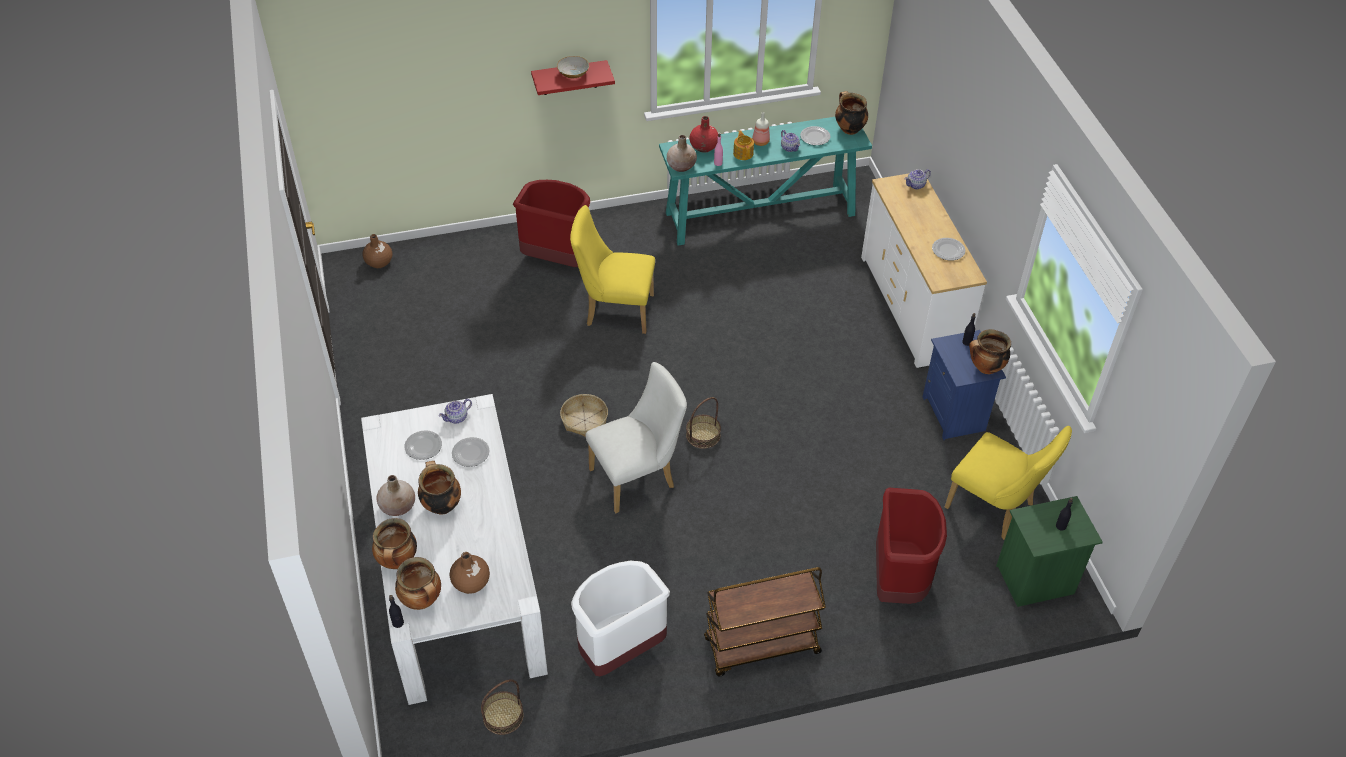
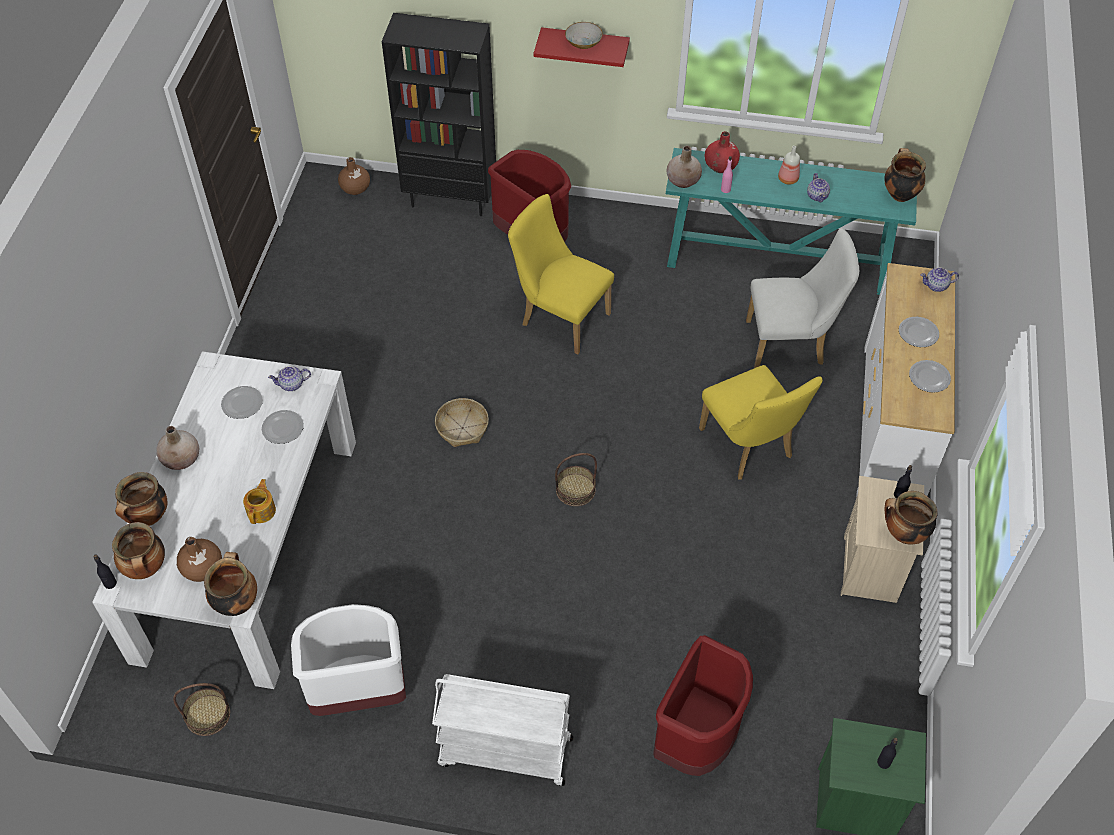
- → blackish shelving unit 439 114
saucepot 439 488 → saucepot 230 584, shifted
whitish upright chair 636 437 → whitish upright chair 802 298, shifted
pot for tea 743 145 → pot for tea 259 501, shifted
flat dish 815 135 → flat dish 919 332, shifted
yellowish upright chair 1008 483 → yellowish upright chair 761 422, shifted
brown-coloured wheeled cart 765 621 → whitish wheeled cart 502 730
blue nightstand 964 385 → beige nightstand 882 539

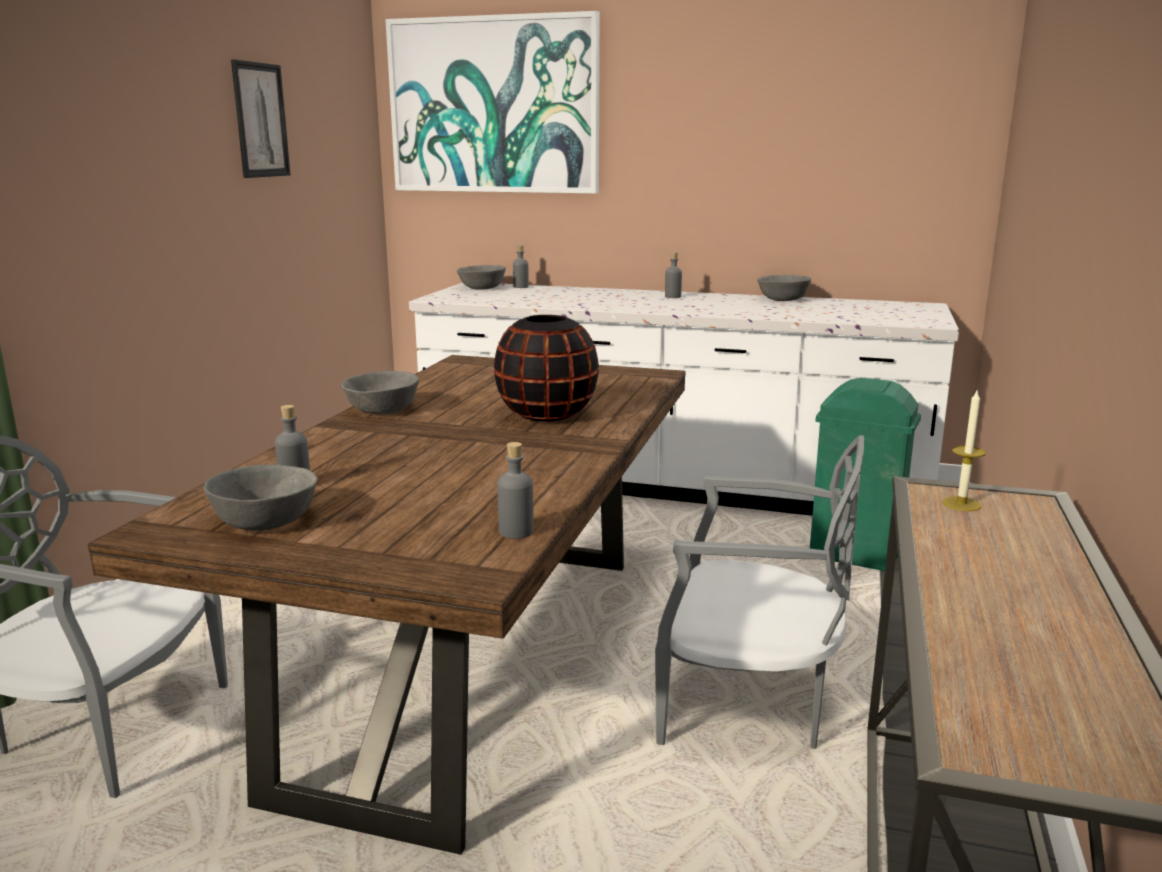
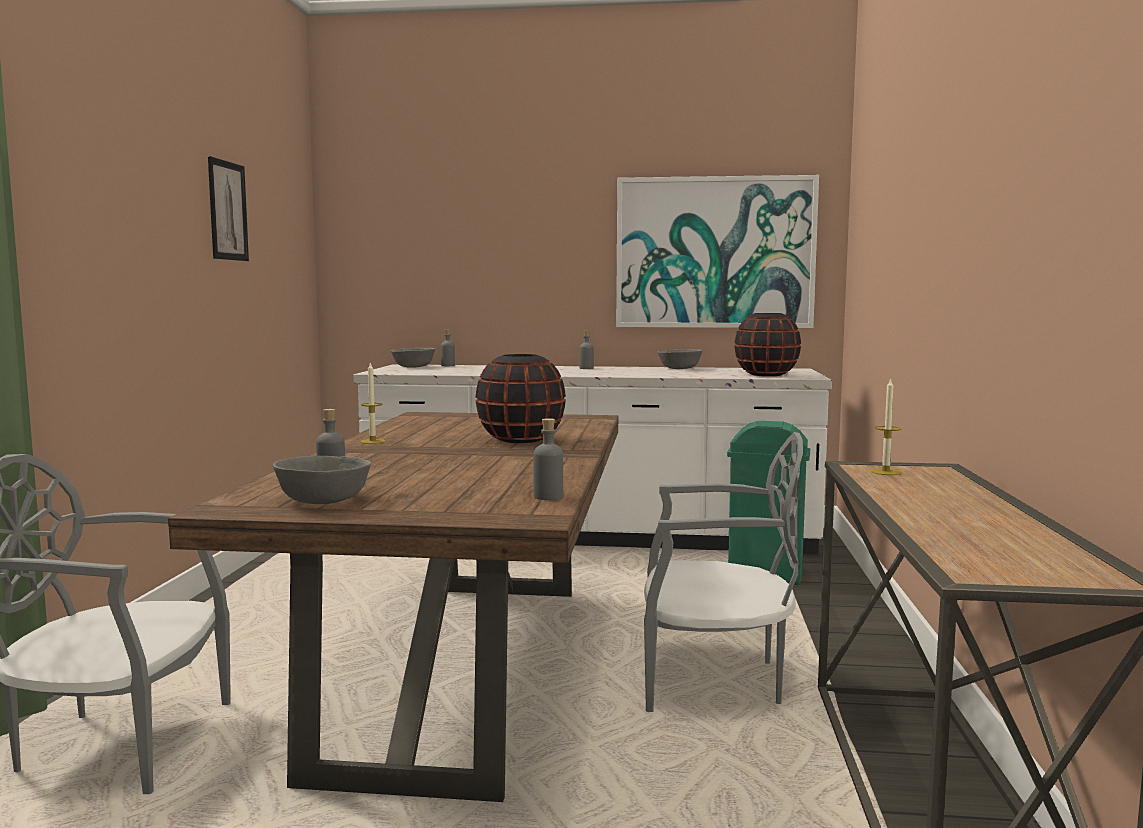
- → blackish decorative vase 767 344
wall art 492 102 → wall art 717 251, shifted
grey bowl 380 393 → wax light 372 403

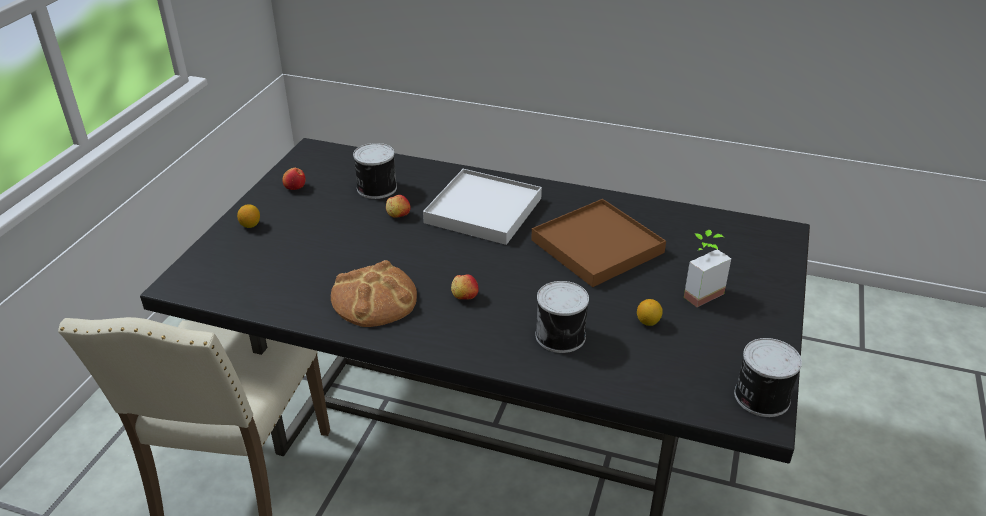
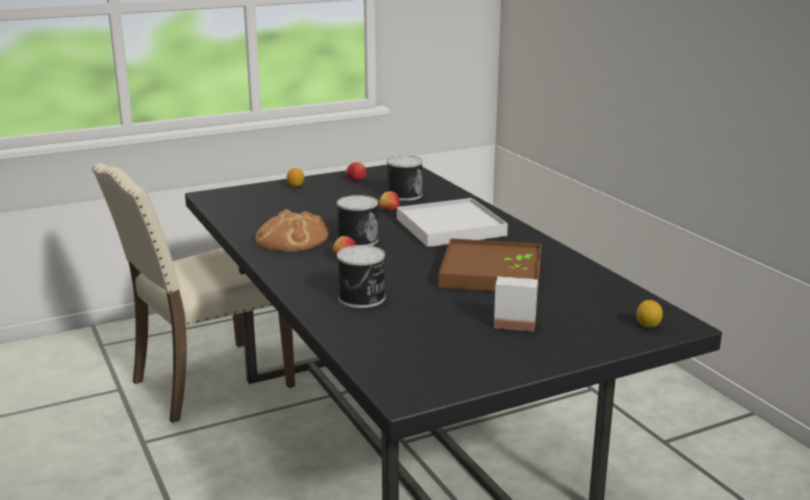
lemon 650 312 → lemon 650 314, shifted
metal can 768 377 → metal can 358 220, shifted

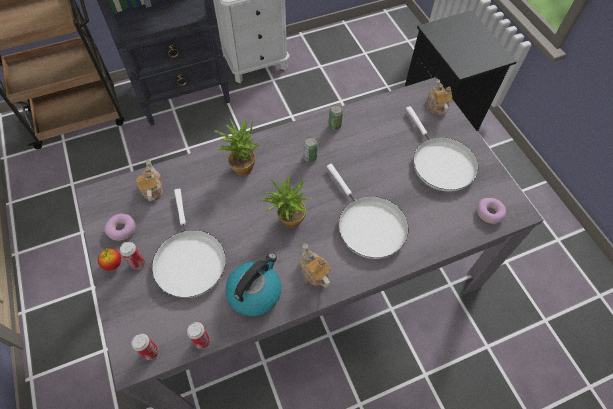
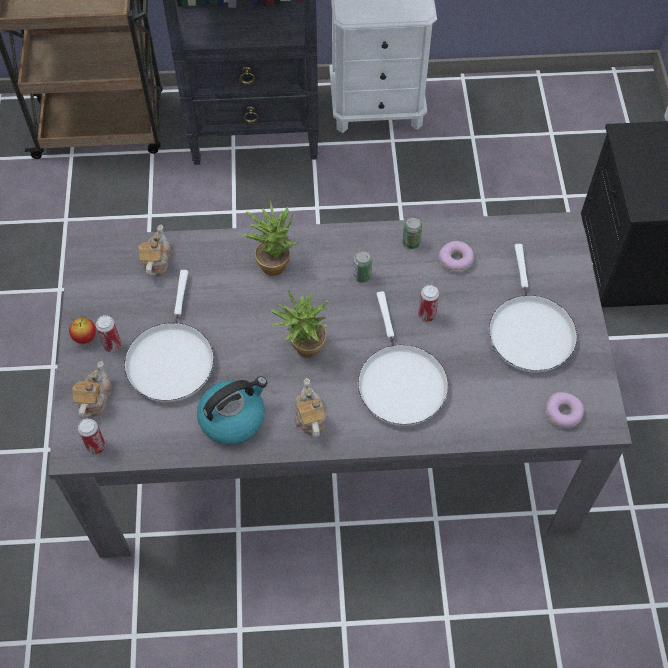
ring doughnut 119 227 → ring doughnut 456 256, shifted
metal can 198 335 → metal can 428 303, shifted
pot for tea 439 97 → pot for tea 92 390, shifted

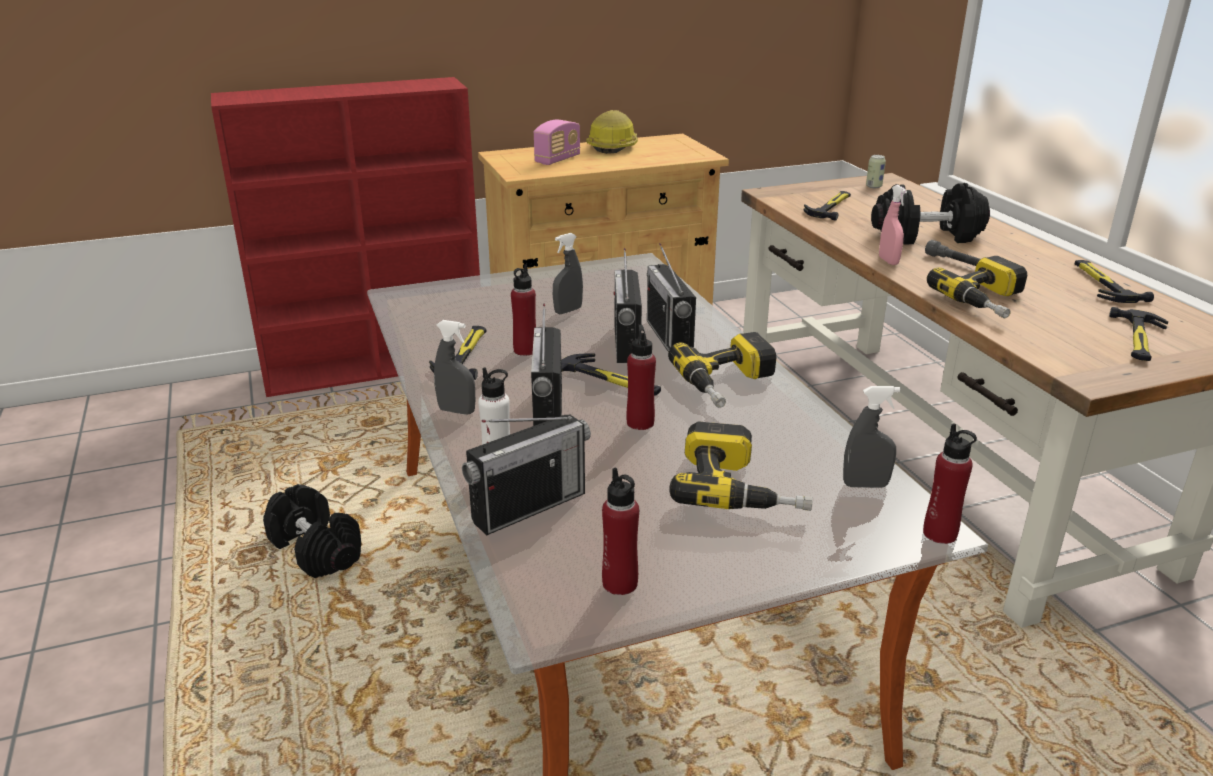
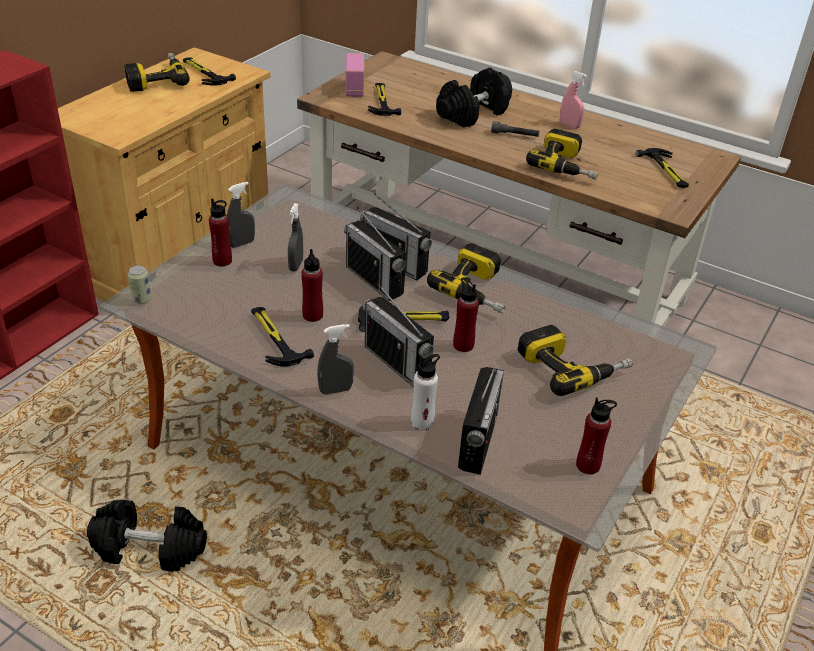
radio 557 142 → radio 355 75, shifted
grey spray bottle 871 437 → grey spray bottle 241 215, shifted
metal can 876 171 → metal can 139 284, shifted
pink spray bottle 893 225 → pink spray bottle 573 99, shifted
red bottle 950 483 → red bottle 220 232, shifted
hammer 1114 281 → hammer 209 71, shifted
work helmet 612 132 → electric drill 157 72

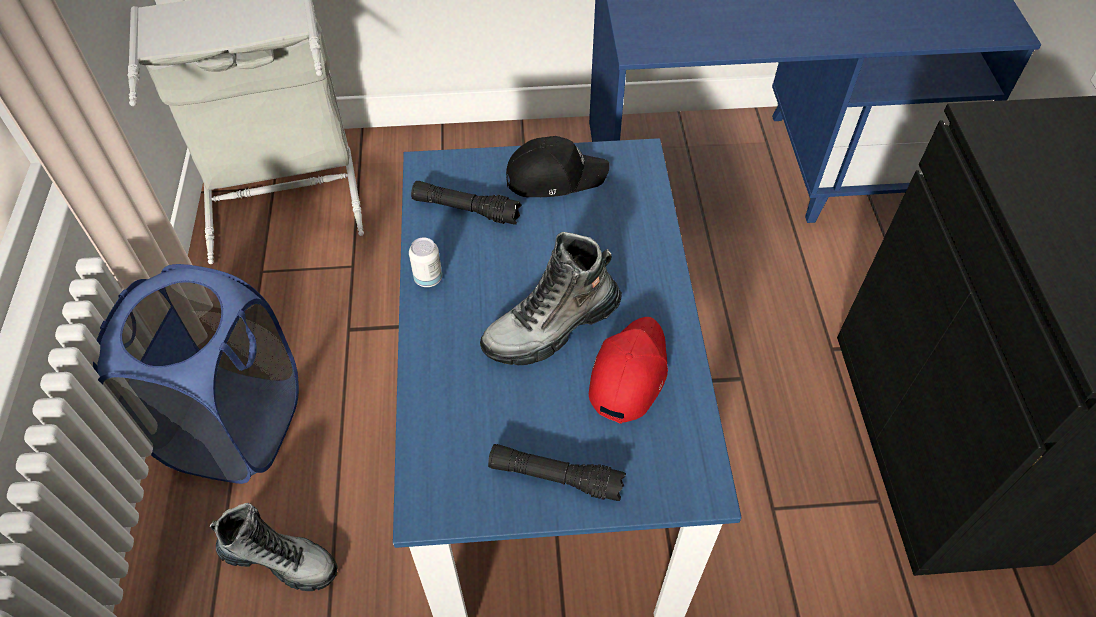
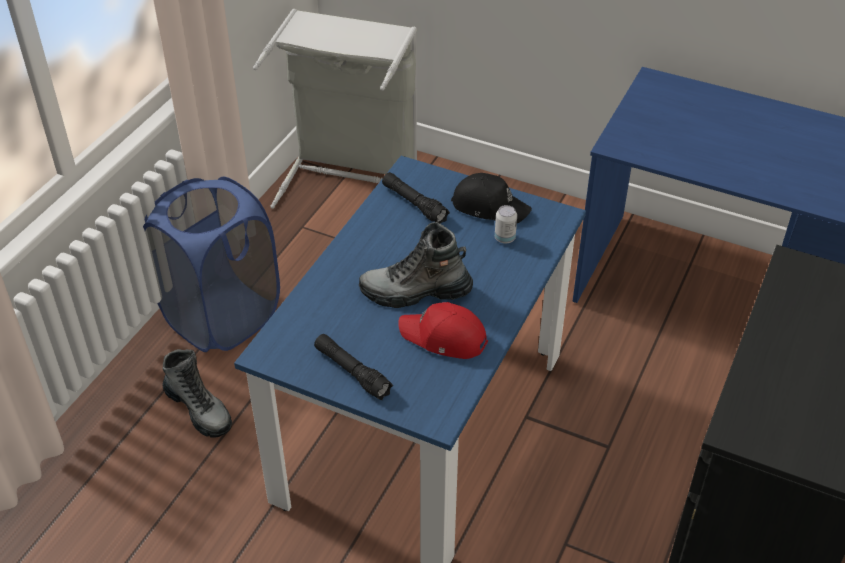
metal can 425 262 → metal can 506 224, shifted
red peaked cap 628 370 → red peaked cap 443 330, 120 degrees counterclockwise

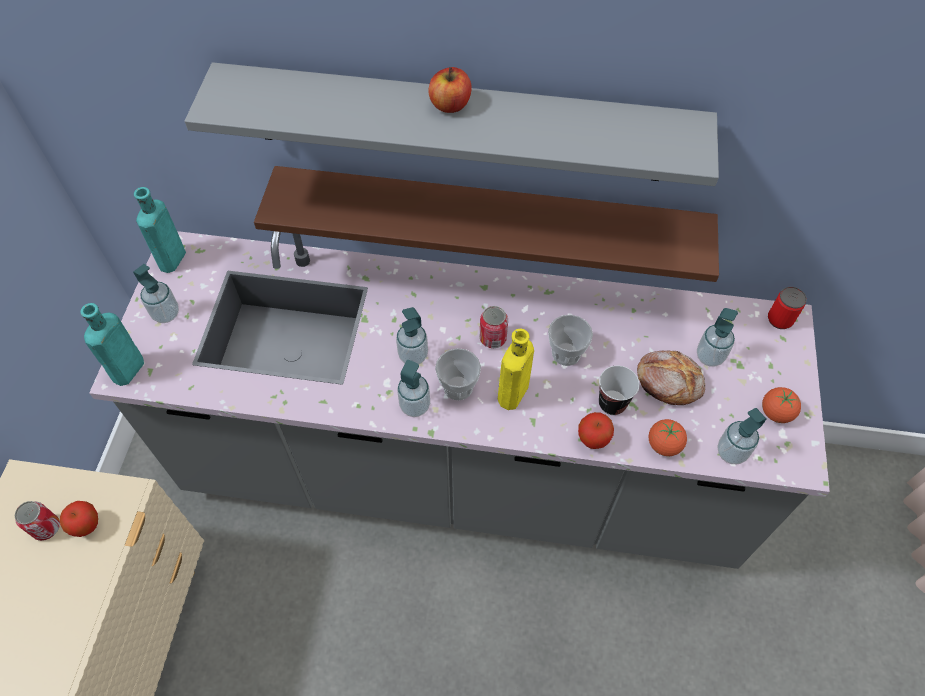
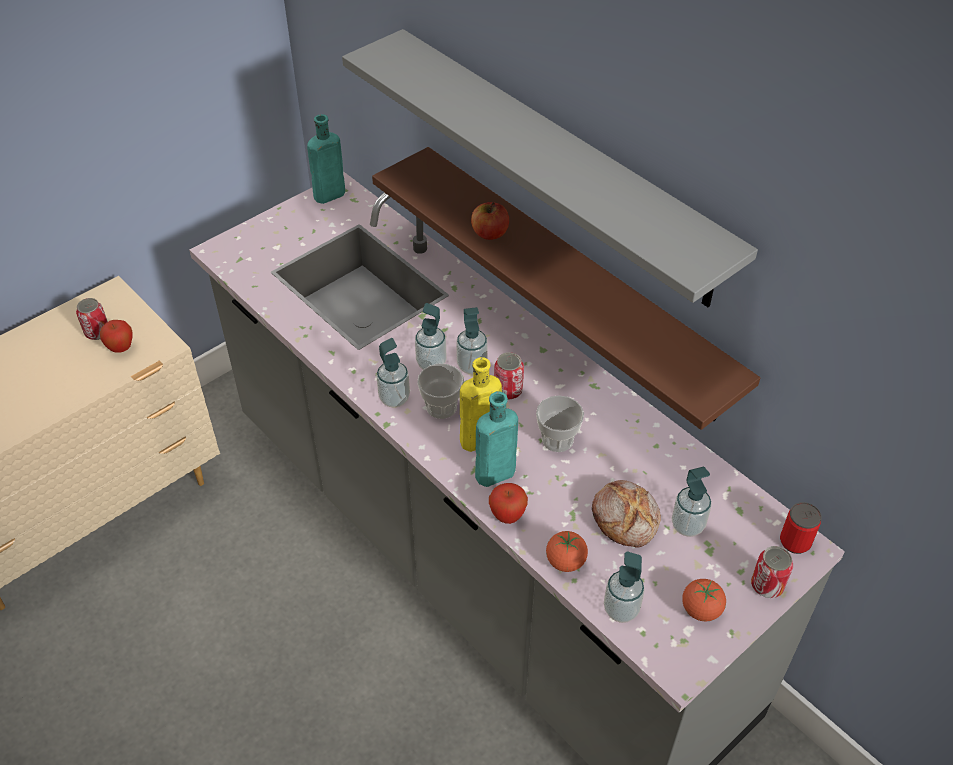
drinking cup 619 390 → -
- → metal can 772 572
turquoise-coloured bottle 112 344 → turquoise-coloured bottle 496 439, shifted
soap dispenser 156 293 → soap dispenser 472 340, shifted
apple 450 90 → apple 490 221, shifted

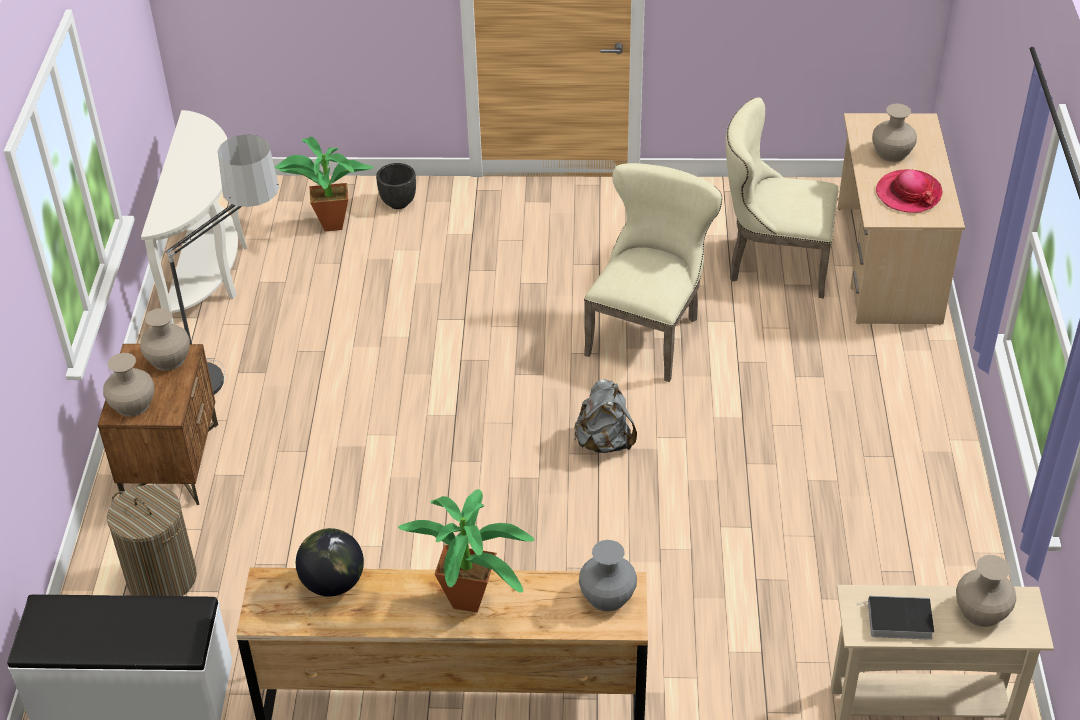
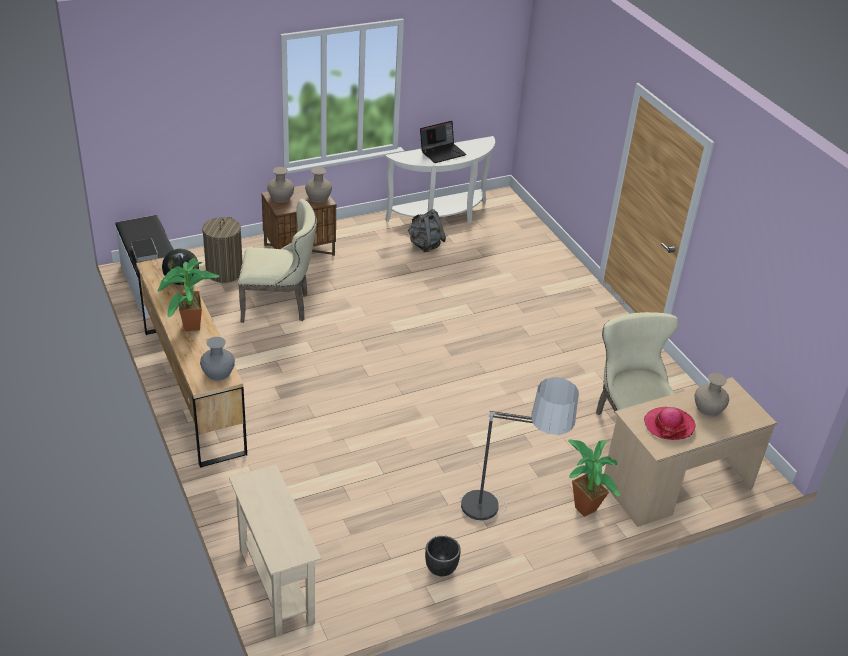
beige decorative vase 986 591 → -
- → notebook computer 443 142
floor lamp 222 264 → floor lamp 519 449, shifted
plant in a pot 324 184 → plant in a pot 594 478, shifted
blackish plant pot 396 186 → blackish plant pot 443 555, shifted
grey rucksack 605 416 → grey rucksack 426 230, shifted
beige upright chair 653 272 → beige upright chair 277 261, shifted
book 896 618 → book 145 250, shifted

